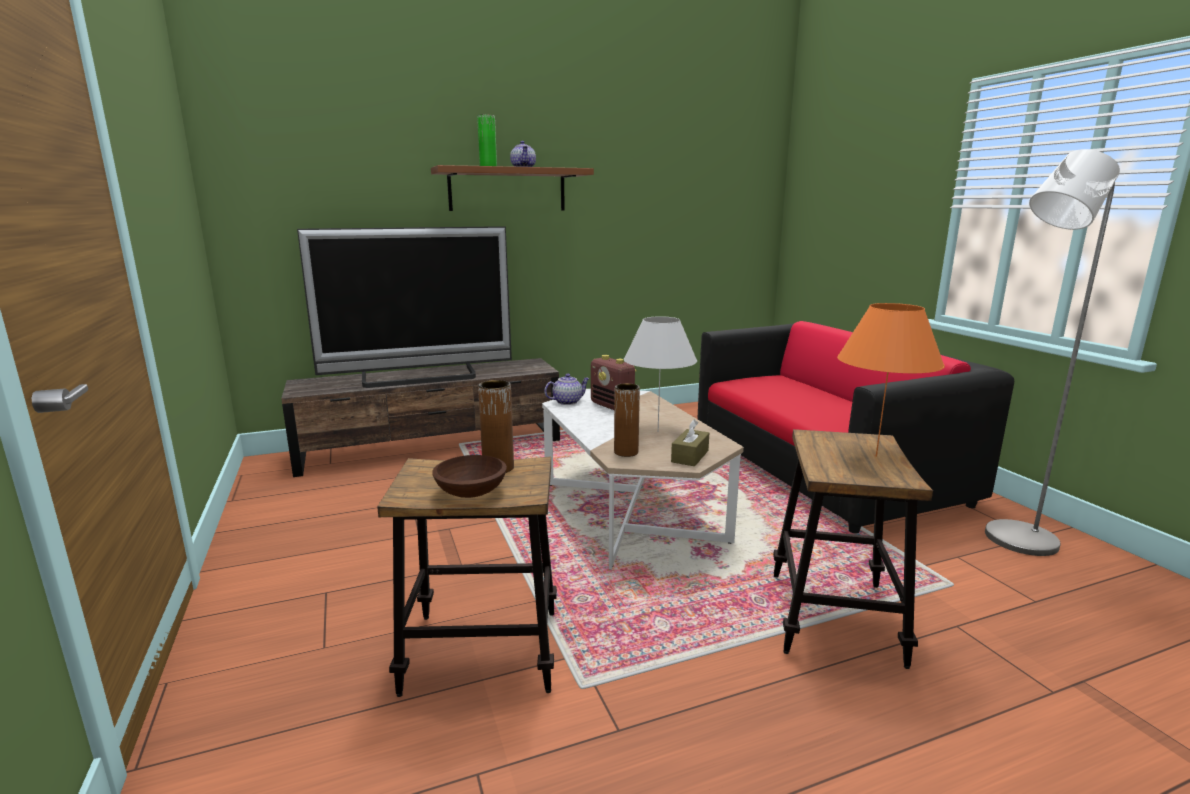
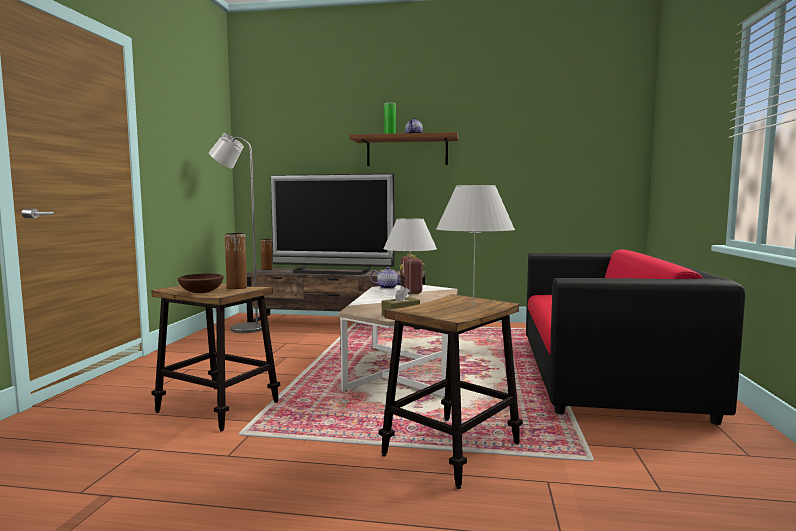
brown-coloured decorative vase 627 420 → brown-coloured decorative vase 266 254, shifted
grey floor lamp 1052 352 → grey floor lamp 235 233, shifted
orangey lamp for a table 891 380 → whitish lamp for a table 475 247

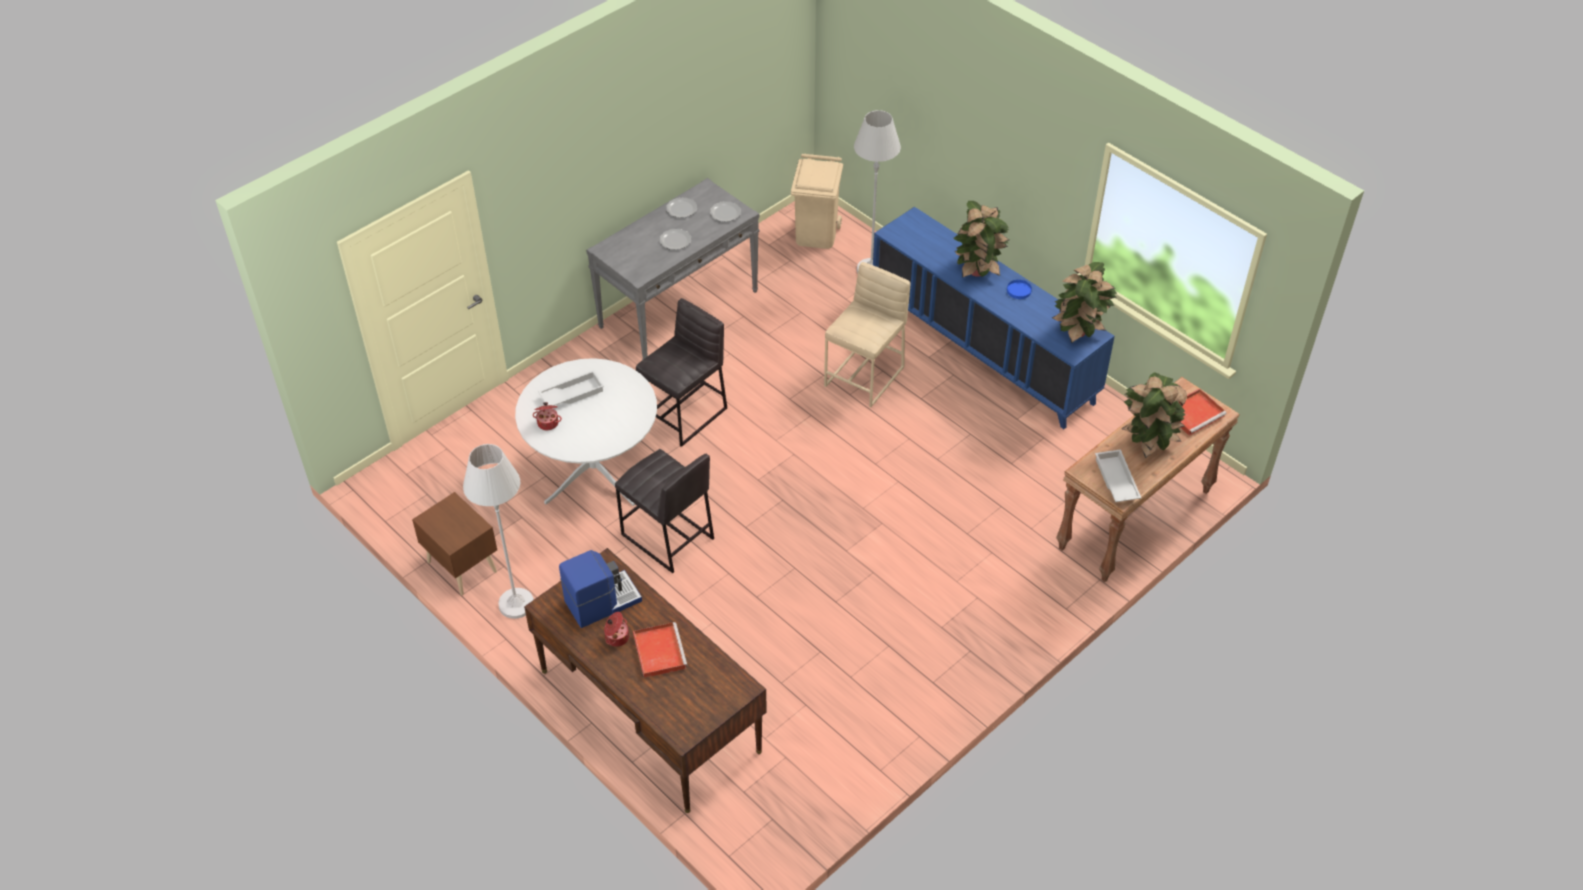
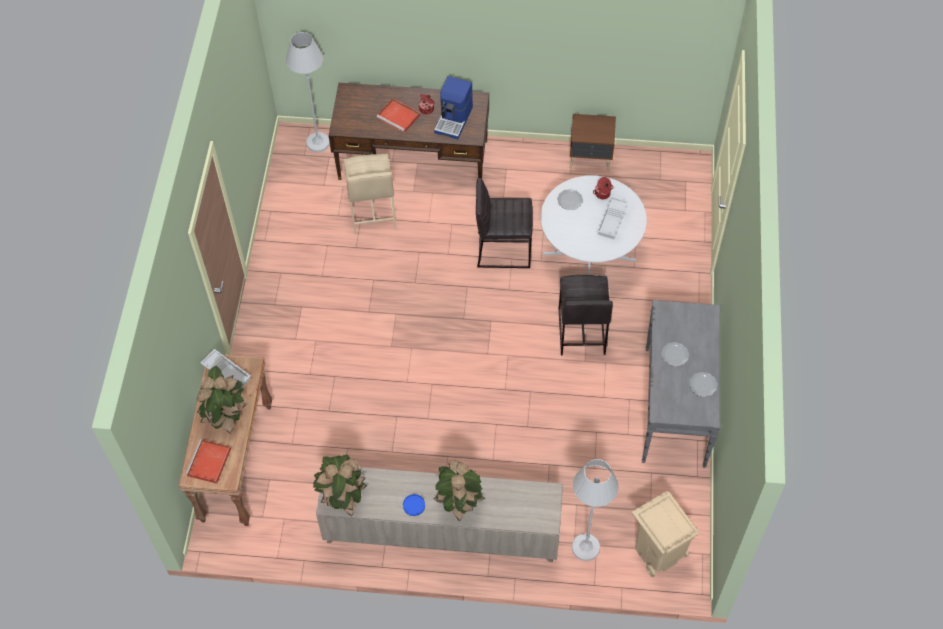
whitish floor lamp 498 531 → whitish floor lamp 308 92, shifted
flat dish 725 211 → flat dish 570 199, shifted
beige sitting stool 867 334 → beige sitting stool 370 194, shifted
blue cabinet 993 318 → beige cabinet 439 514

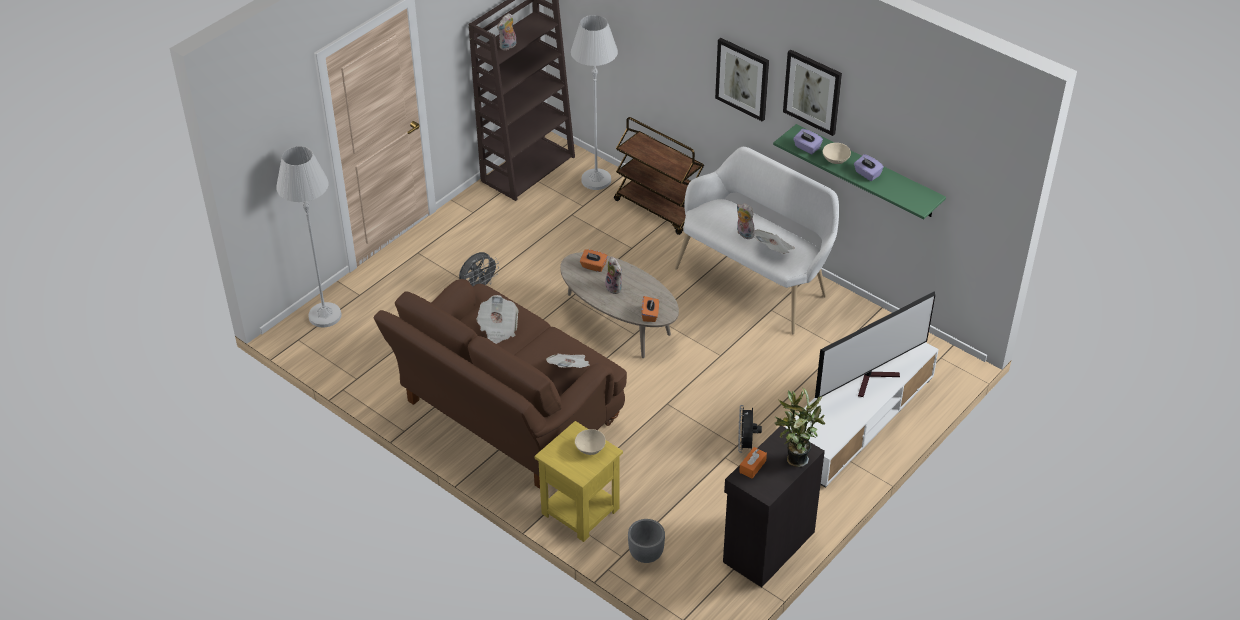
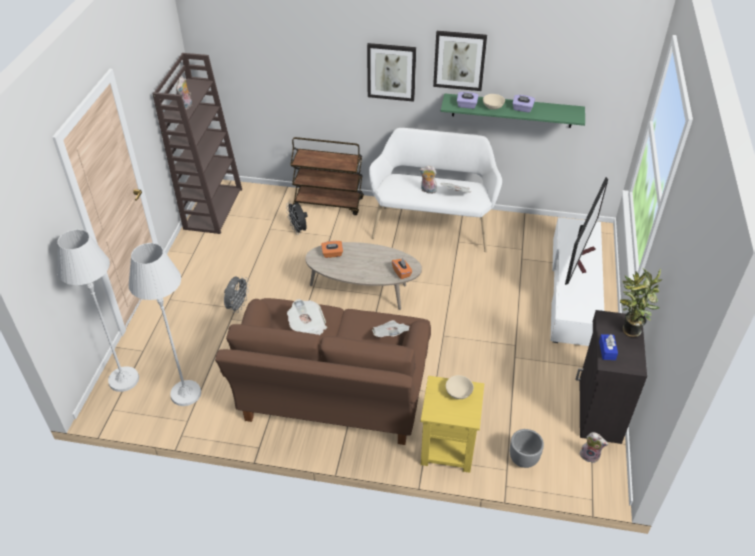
whitish floor lamp 594 102 → whitish floor lamp 165 324, shifted
plush toy 613 275 → plush toy 594 447, shifted
blackish fan 750 429 → blackish fan 297 218, shifted
orangey tissue holder 753 463 → blue tissue holder 608 347

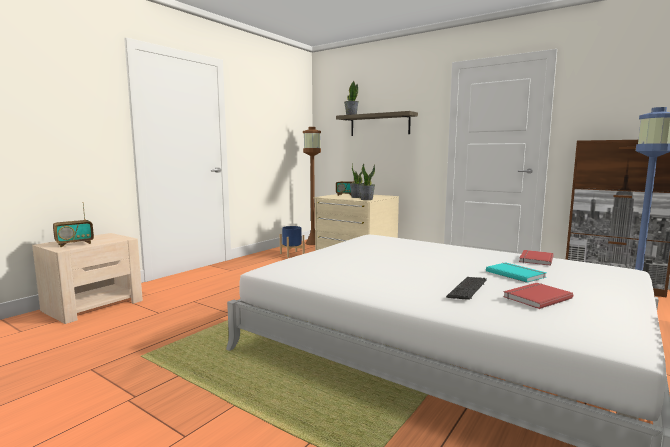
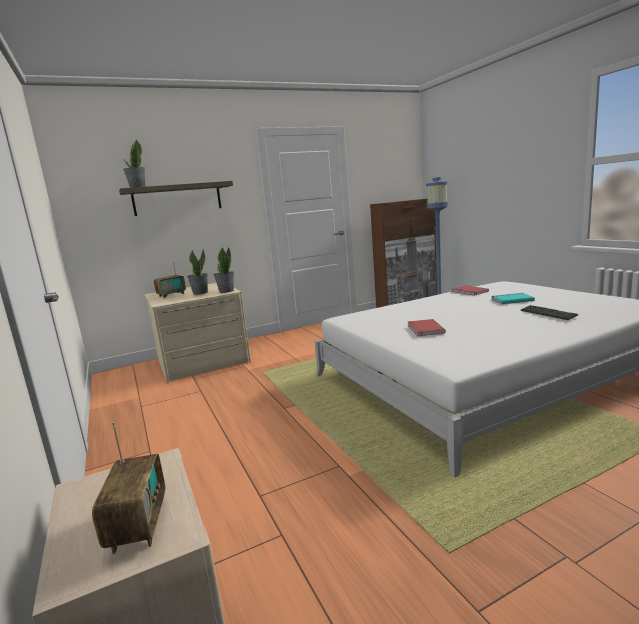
blue plant pot 292 242 → -
brown-coloured floor lamp 312 186 → -
red book 538 296 → red book 427 327, shifted

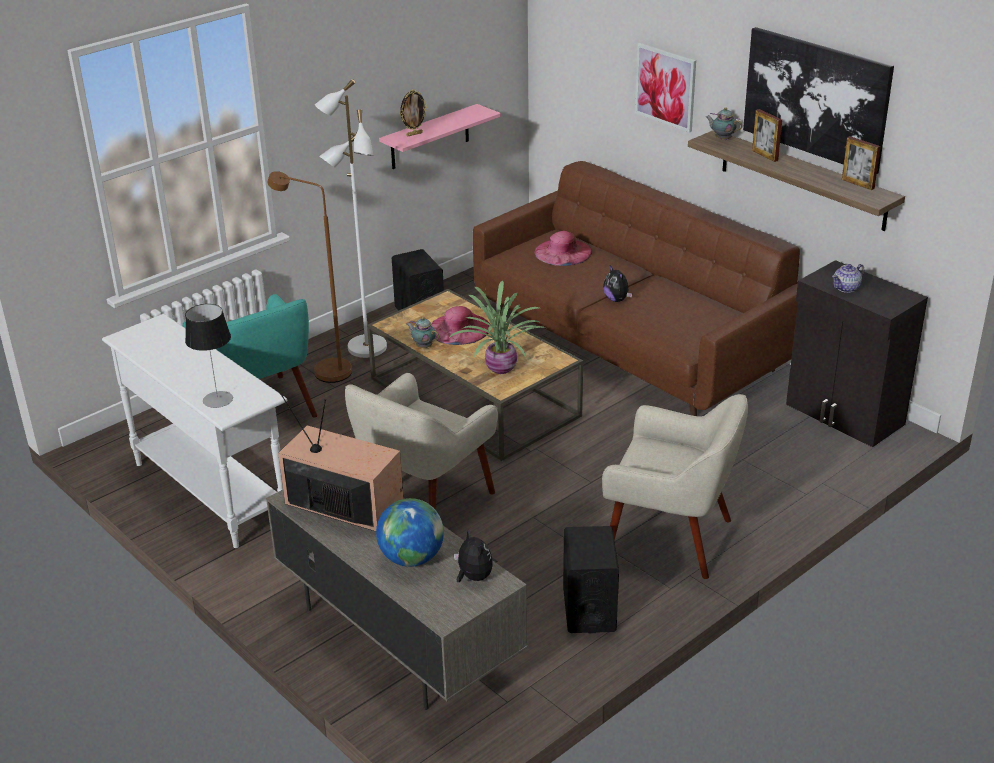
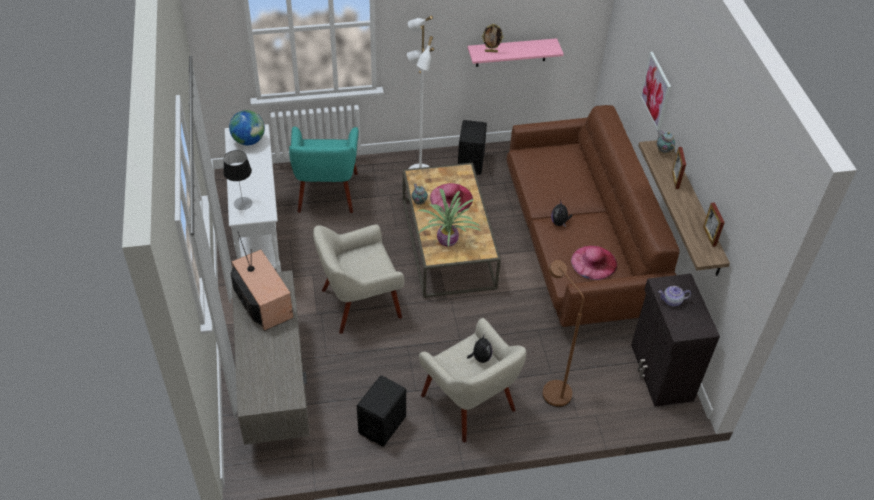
wall art 818 100 → -
brown-coloured floor lamp 309 277 → brown-coloured floor lamp 563 333, shifted
world globe 410 532 → world globe 247 127, shifted
plush toy 473 556 → plush toy 479 349, shifted
pink wearable hat 563 248 → pink wearable hat 594 263, shifted

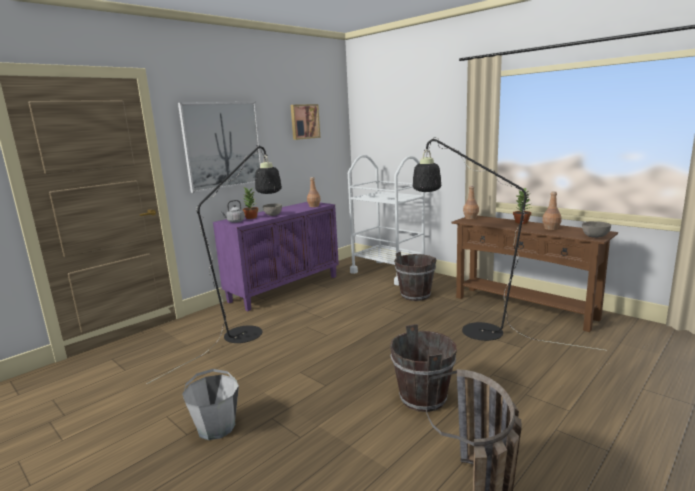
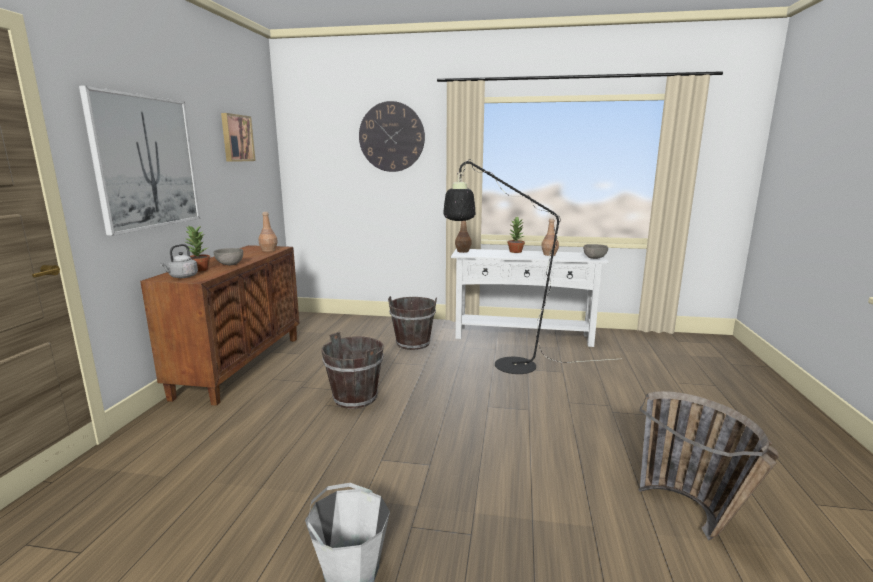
blackish floor lamp 214 264 → -
whitish wheeled cart 386 220 → -
- → wall clock 392 136
brown-coloured water bucket 423 368 → brown-coloured water bucket 352 370, shifted
purple-coloured cabinet 276 256 → brown-coloured cabinet 220 325
brown-coloured console table 534 274 → whitish console table 530 297

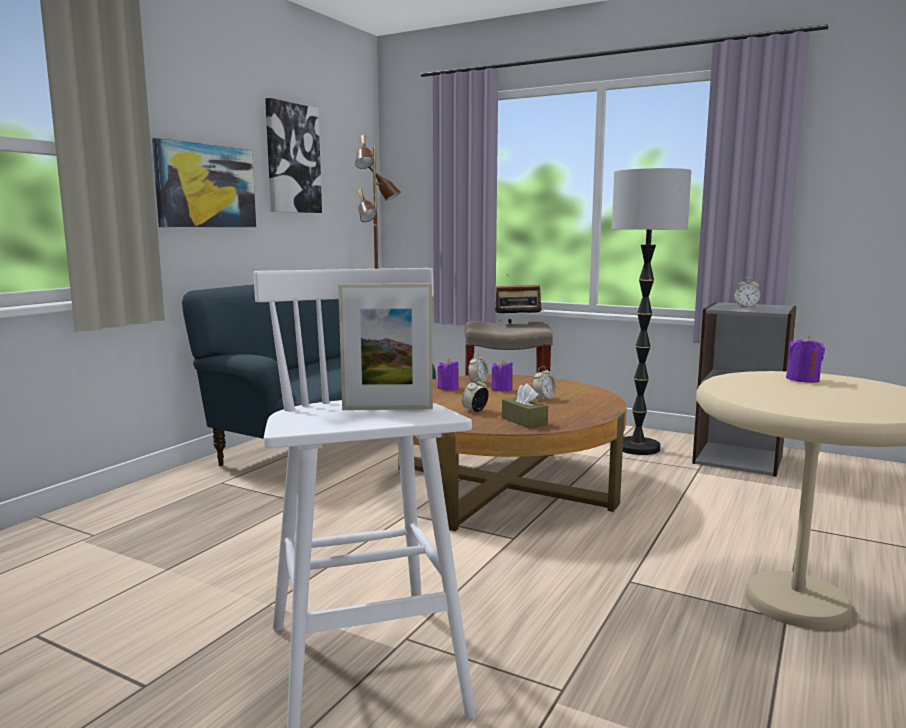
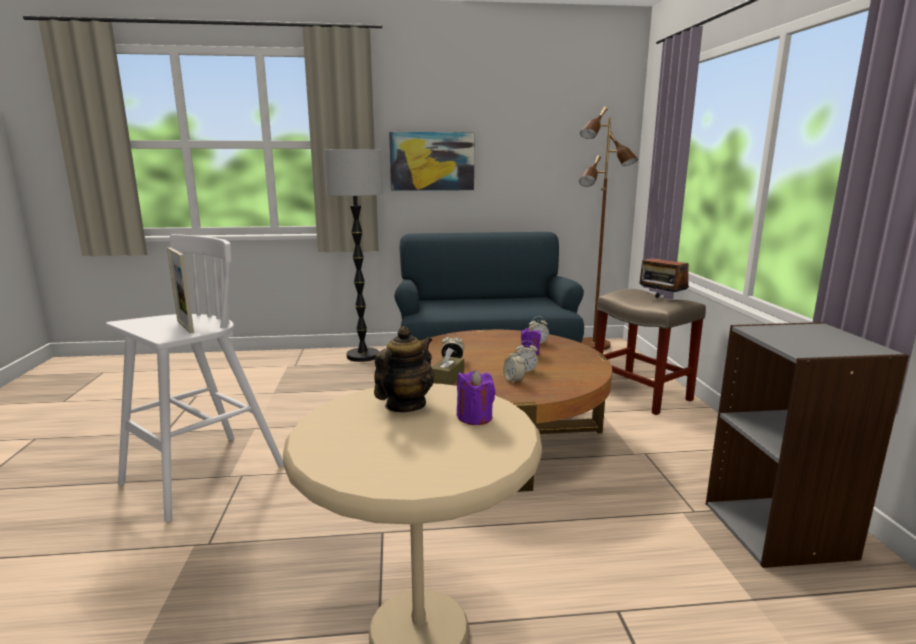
wall art 293 155 → -
purple-coloured wax light 448 374 → -
- → pot for tea 404 369
floor lamp 651 311 → floor lamp 353 255, shifted
alarm clock 747 292 → alarm clock 514 367, shifted

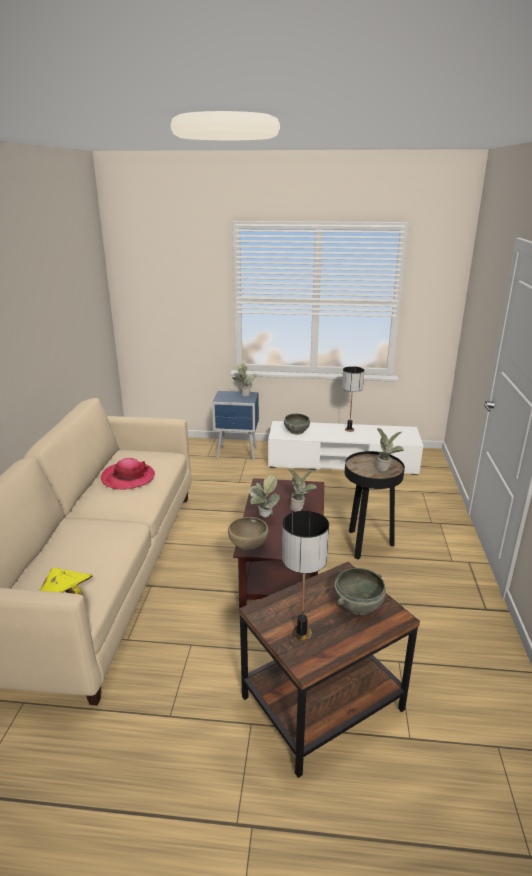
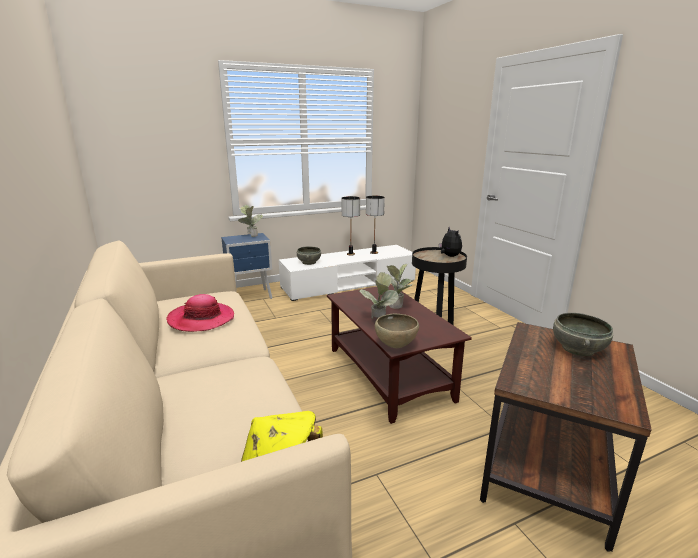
lamp for a table 305 575 → lamp for a table 375 225, shifted
plant in a pot 390 449 → plush toy 450 242

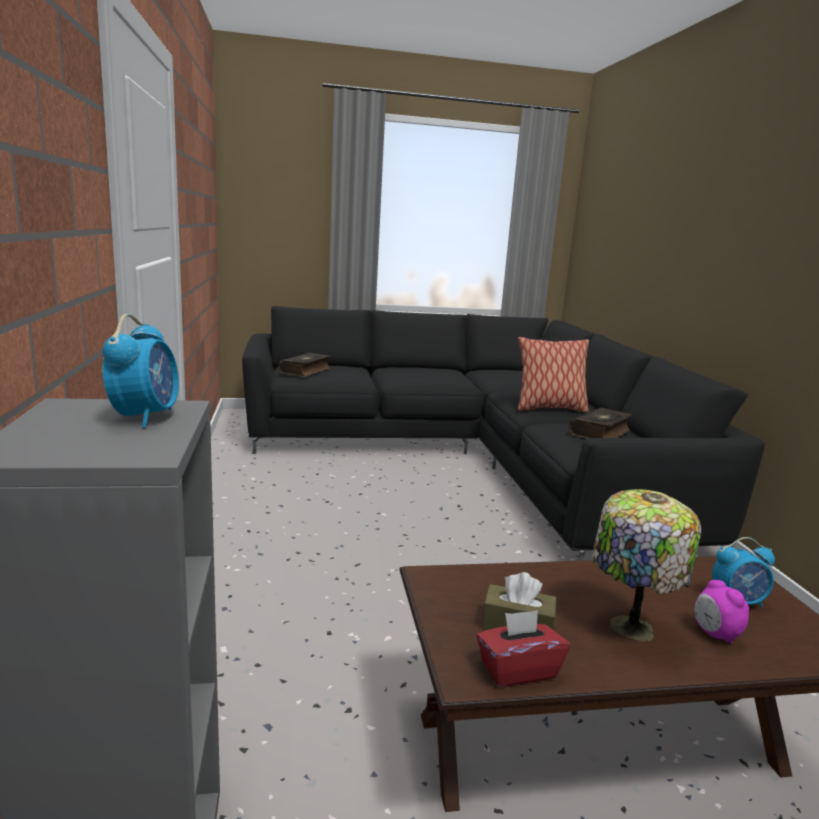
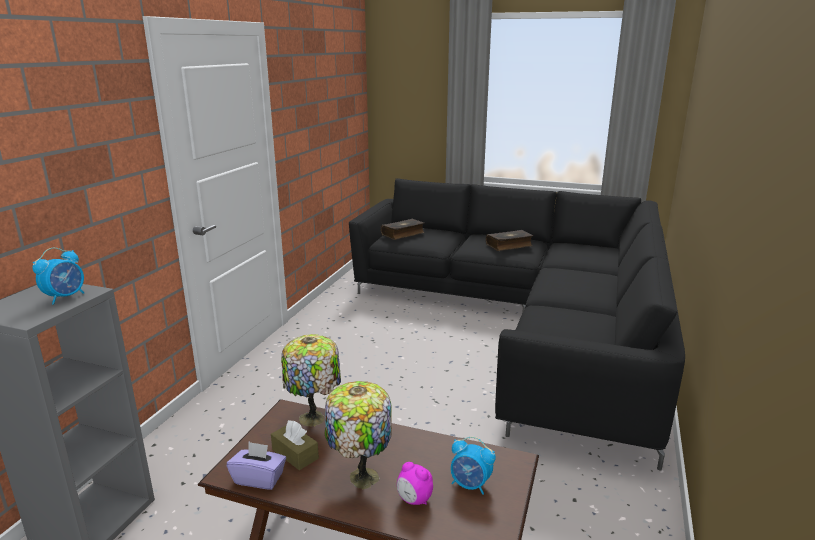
throw pillow 553 375 → -
- → lamp for a table 311 380
book 601 423 → book 509 240, shifted
red tissue holder 523 648 → purple-coloured tissue holder 256 465
alarm clock 721 612 → alarm clock 415 483, 60 degrees counterclockwise

